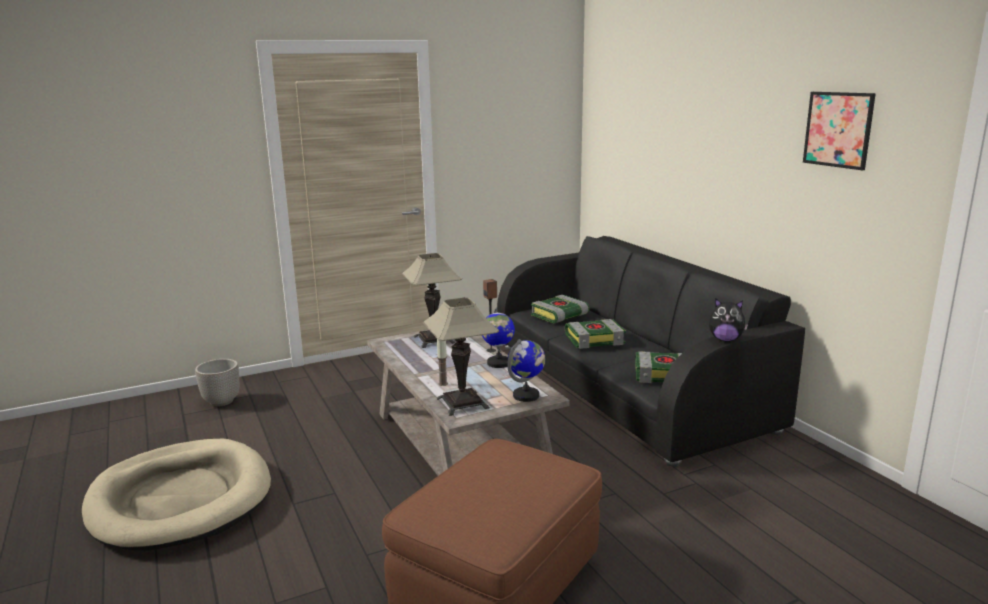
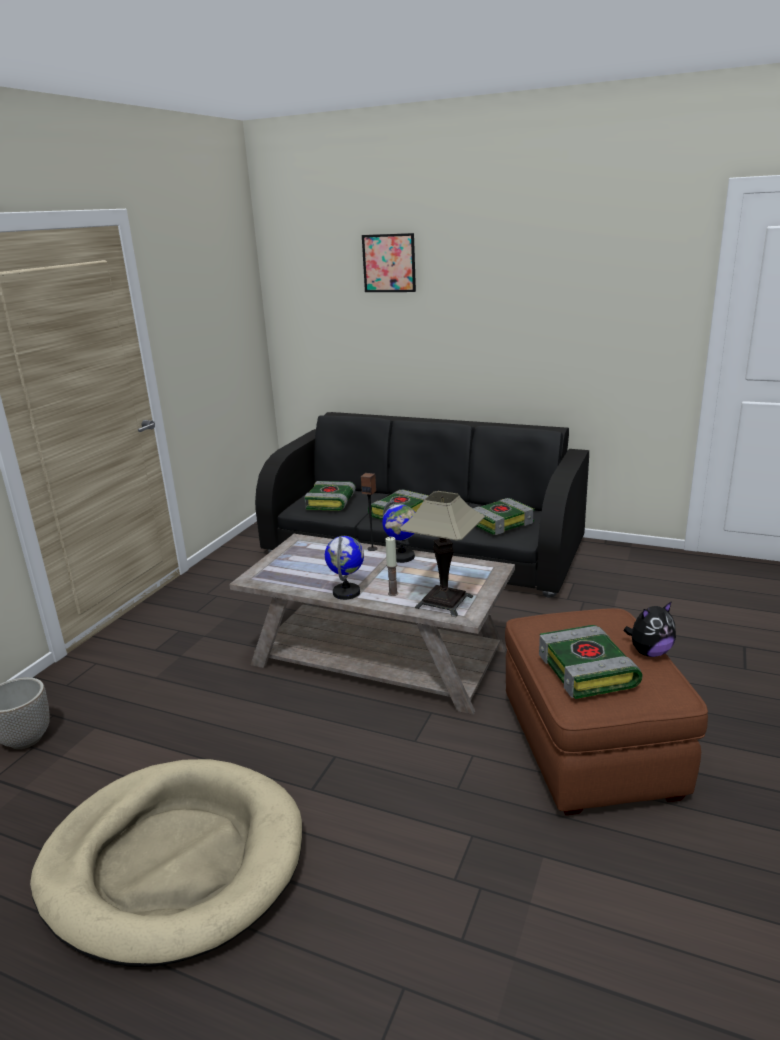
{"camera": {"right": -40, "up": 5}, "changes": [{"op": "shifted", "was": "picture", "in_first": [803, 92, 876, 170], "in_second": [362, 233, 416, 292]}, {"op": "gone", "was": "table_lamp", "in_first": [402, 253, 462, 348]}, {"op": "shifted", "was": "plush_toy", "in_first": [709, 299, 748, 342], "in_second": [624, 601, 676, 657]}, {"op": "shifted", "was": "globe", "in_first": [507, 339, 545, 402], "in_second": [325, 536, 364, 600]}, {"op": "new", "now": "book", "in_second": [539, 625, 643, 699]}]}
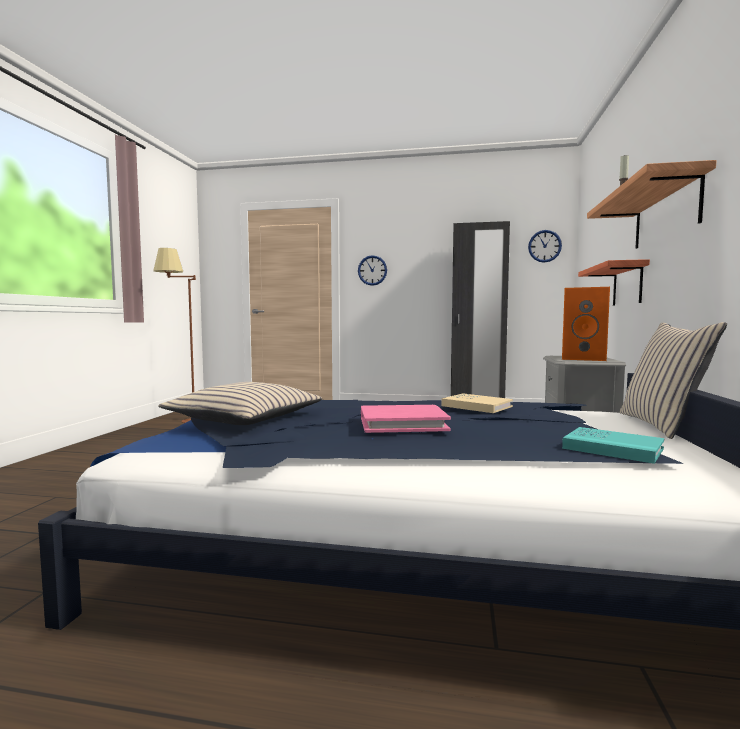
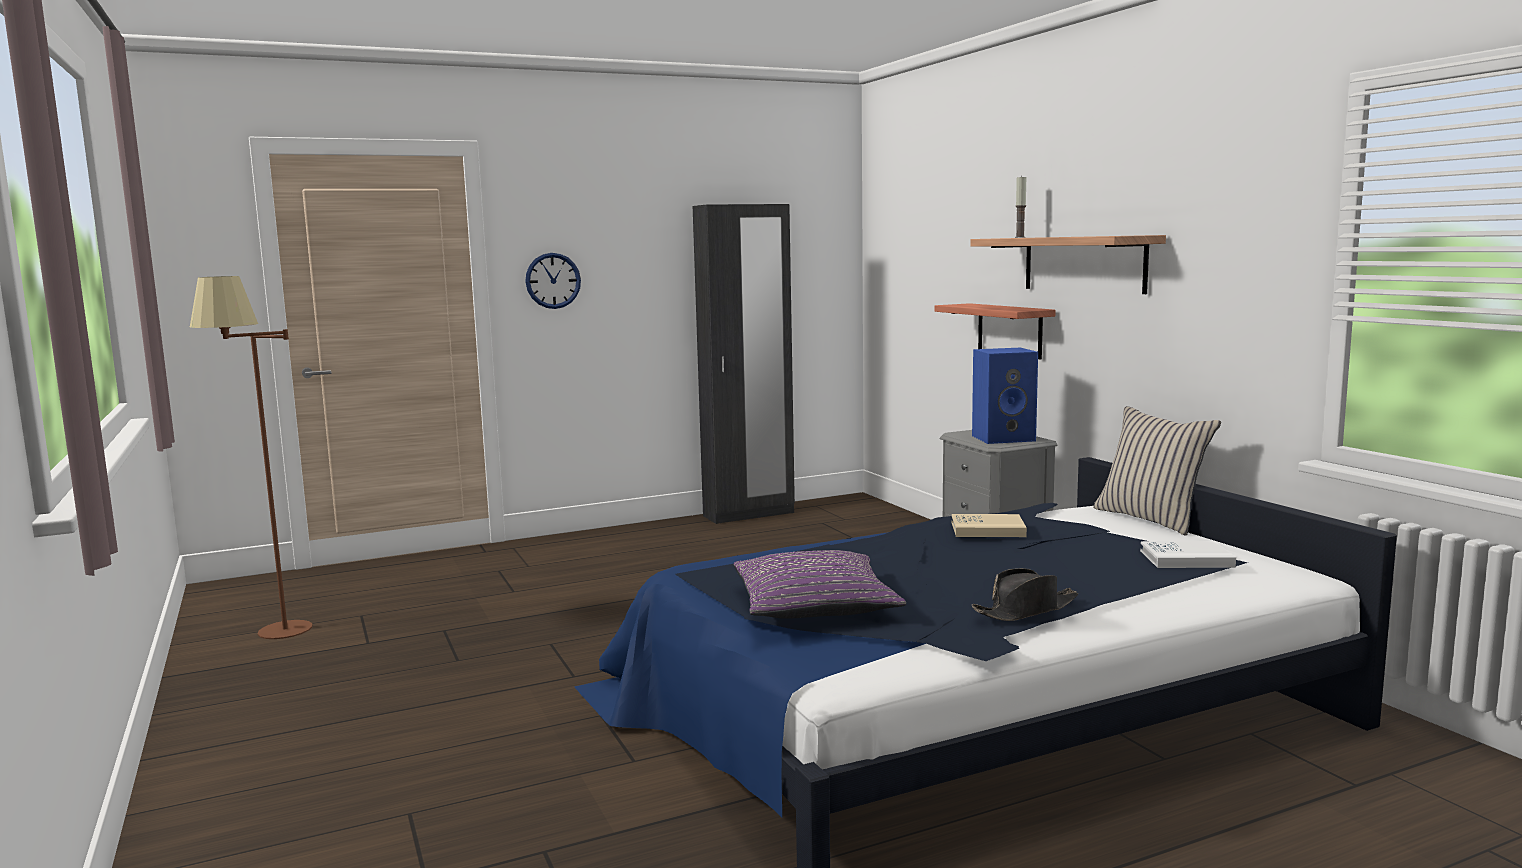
{"camera": {"right": -35, "up": 5}, "changes": [{"op": "gone", "was": "wall_clock", "in_first": [528, 230, 562, 263]}, {"op": "repainted", "was": "orange_speaker", "now": "blue_speaker", "in_first": [562, 287, 610, 361], "in_second": [972, 348, 1038, 444]}, {"op": "repainted", "was": "beige_pillow", "now": "purple_pillow", "in_first": [158, 382, 322, 425], "in_second": [734, 550, 906, 619]}, {"op": "gone", "was": "pink_book", "in_first": [361, 405, 451, 433]}, {"op": "repainted", "was": "turquoise_book", "now": "white_book", "in_first": [562, 427, 664, 464], "in_second": [1140, 541, 1236, 568]}, {"op": "new", "now": "black_hat", "in_second": [972, 568, 1078, 621]}]}
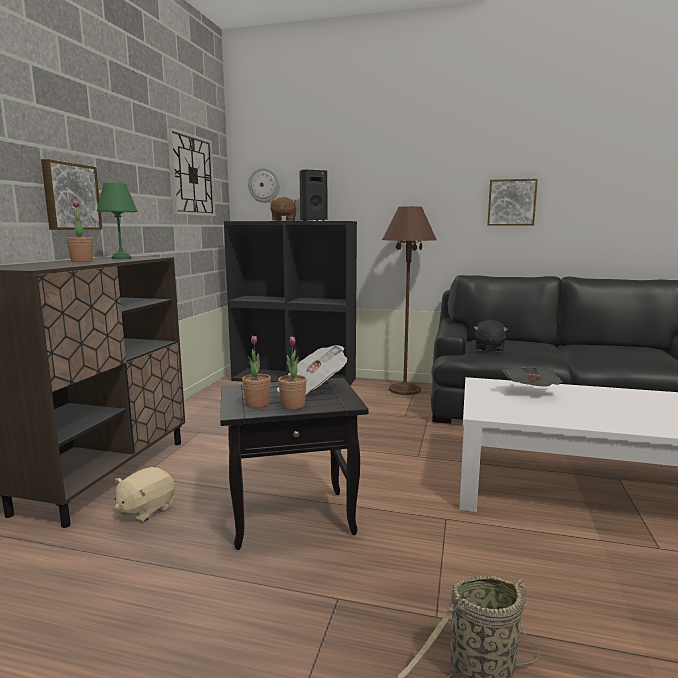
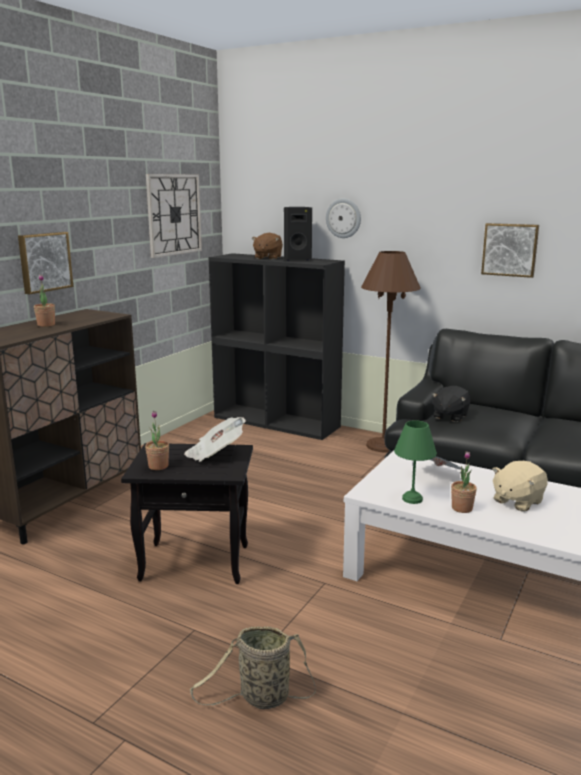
{"camera": {"right": 15, "up": 5}, "changes": [{"op": "shifted", "was": "wall_clock", "in_first": [248, 167, 280, 203], "in_second": [326, 198, 361, 238]}, {"op": "shifted", "was": "green_table_lamp", "in_first": [97, 183, 138, 259], "in_second": [394, 420, 437, 504]}, {"op": "shifted", "was": "potted_plant", "in_first": [278, 336, 307, 410], "in_second": [451, 451, 477, 513]}, {"op": "shifted", "was": "beige_plush_toy", "in_first": [115, 467, 175, 523], "in_second": [492, 461, 548, 511]}]}
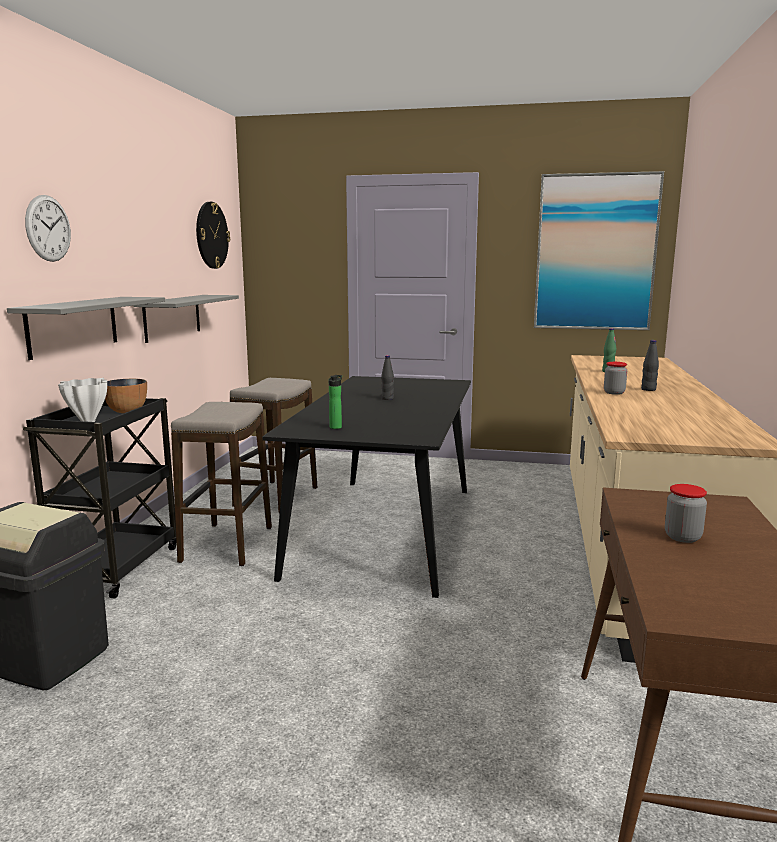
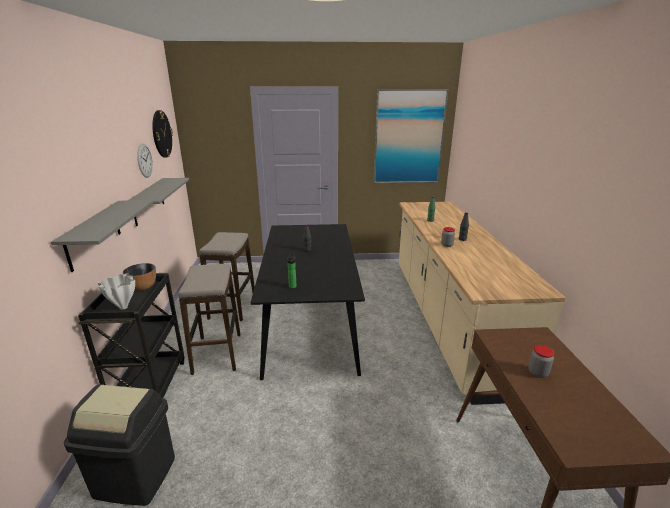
{"camera": {"right": -15, "up": 10}, "changes": [{"op": "shifted", "was": "wall_clock", "in_first": [25, 195, 71, 262], "in_second": [137, 144, 153, 178]}]}
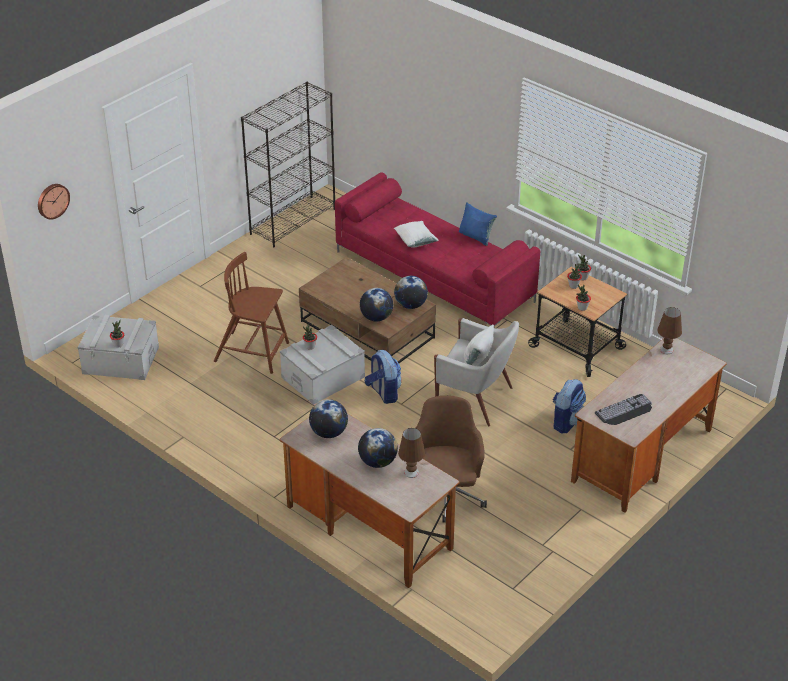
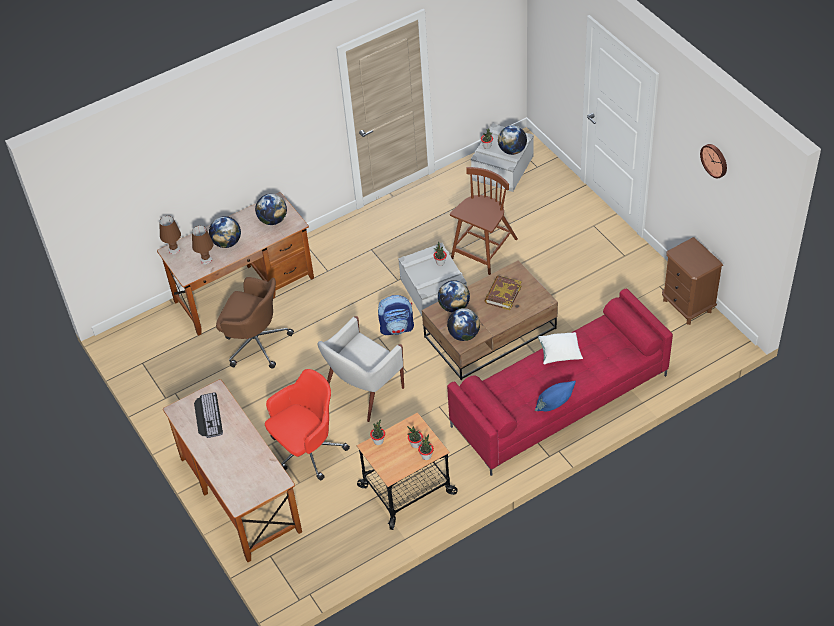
{"camera": {"right": 110, "up": 10}, "changes": [{"op": "swapped", "was": "black_bookcase", "now": "brown_nightstand", "in_first": [241, 82, 335, 247], "in_second": [662, 237, 723, 325]}, {"op": "shifted", "was": "wall_clock", "in_first": [38, 184, 70, 219], "in_second": [700, 144, 727, 178]}, {"op": "shifted", "was": "brown_table_lamp", "in_first": [658, 307, 682, 354], "in_second": [159, 216, 181, 254]}, {"op": "gone", "was": "white_pillow", "in_first": [464, 324, 494, 366]}, {"op": "swapped", "was": "backpack", "now": "red_office_chair", "in_first": [553, 379, 586, 433], "in_second": [265, 369, 350, 480]}, {"op": "new", "now": "globe", "in_second": [498, 125, 527, 155]}, {"op": "new", "now": "book", "in_second": [485, 275, 521, 310]}]}
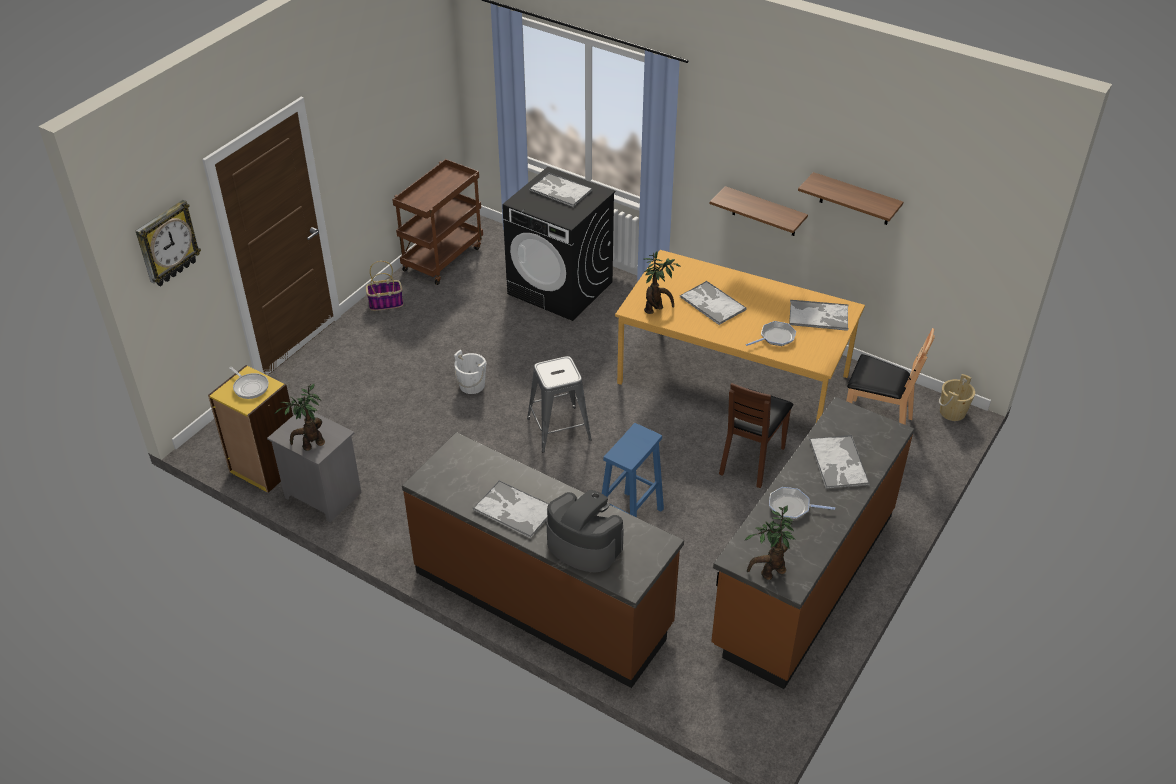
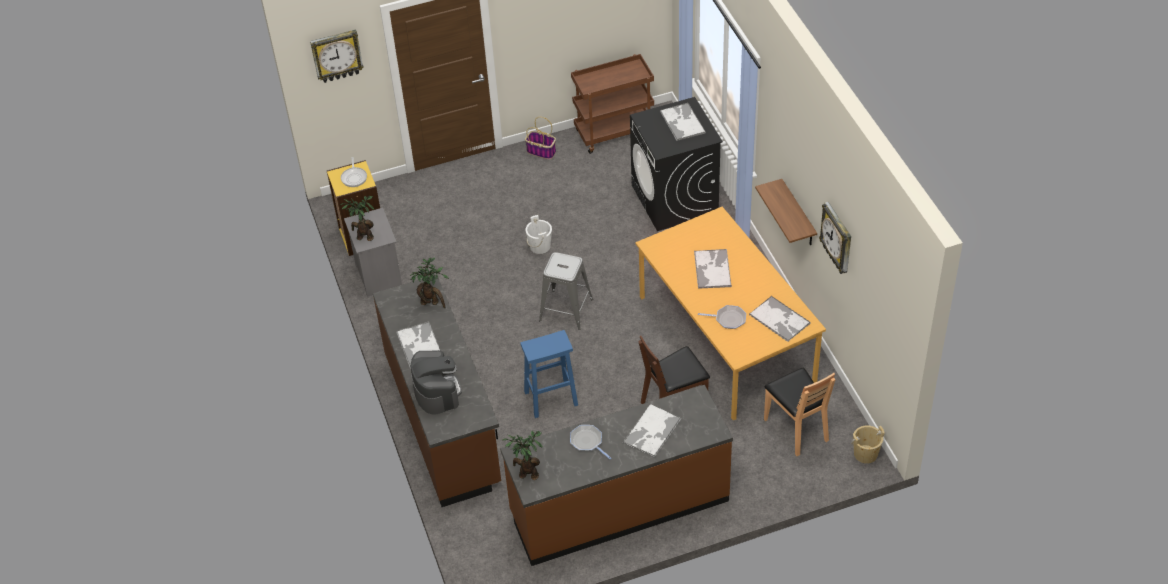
{"camera": {"right": 40, "up": 5}, "changes": [{"op": "swapped", "was": "shelf", "now": "wall_clock", "in_first": [798, 172, 903, 225], "in_second": [819, 202, 851, 274]}, {"op": "shifted", "was": "potted_plant", "in_first": [644, 252, 681, 314], "in_second": [410, 258, 449, 309]}]}
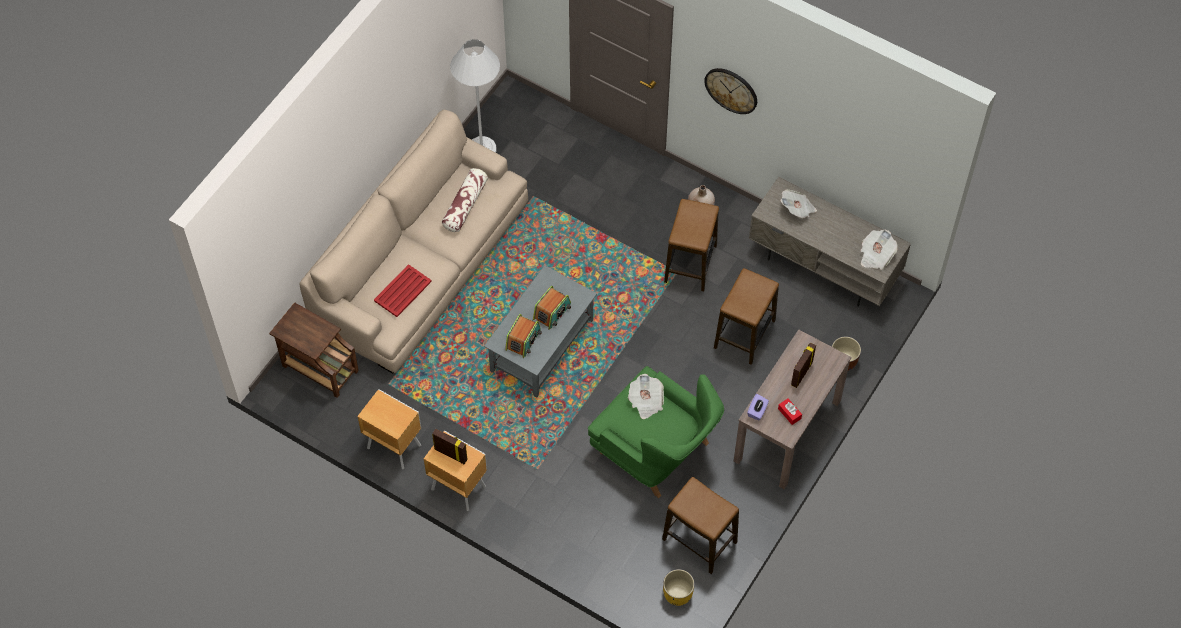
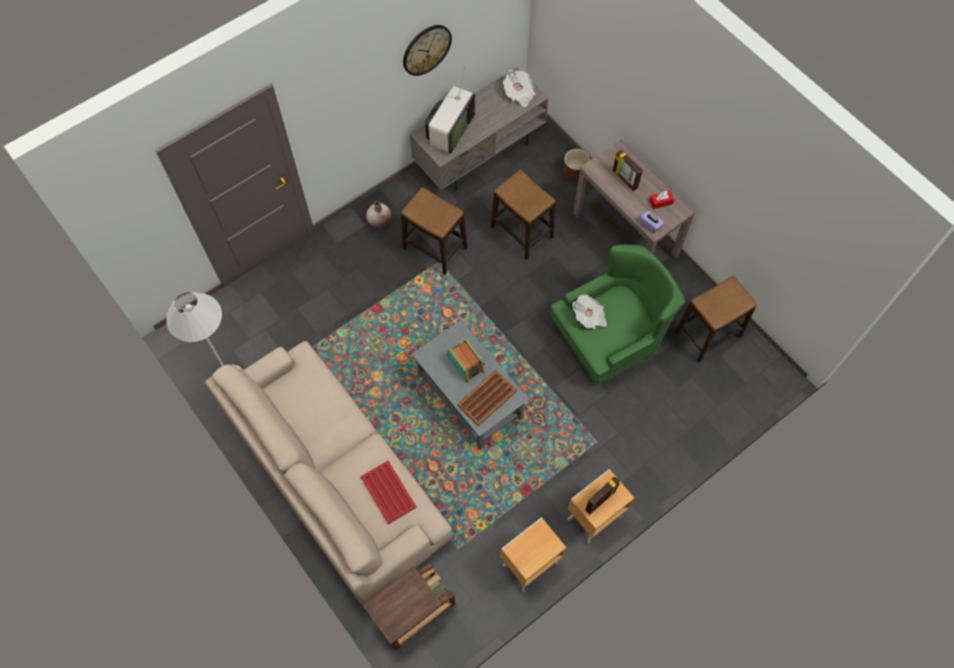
{"camera": {"right": -70, "up": 5}, "changes": [{"op": "shifted", "was": "wall_clock", "in_first": [704, 68, 757, 114], "in_second": [403, 25, 452, 76]}, {"op": "gone", "was": "pillow", "in_first": [442, 168, 488, 232]}, {"op": "swapped", "was": "newspaper", "now": "television", "in_first": [780, 189, 817, 219], "in_second": [425, 68, 475, 154]}, {"op": "swapped", "was": "radio", "now": "brown_tray", "in_first": [505, 314, 542, 358], "in_second": [457, 370, 517, 426]}, {"op": "gone", "was": "yellow_planter", "in_first": [663, 569, 695, 606]}]}
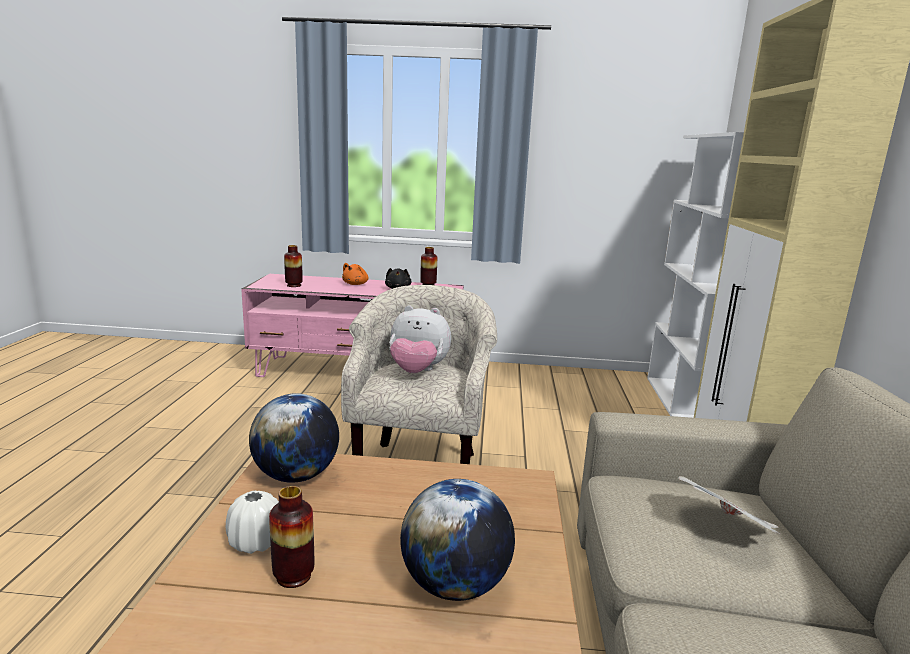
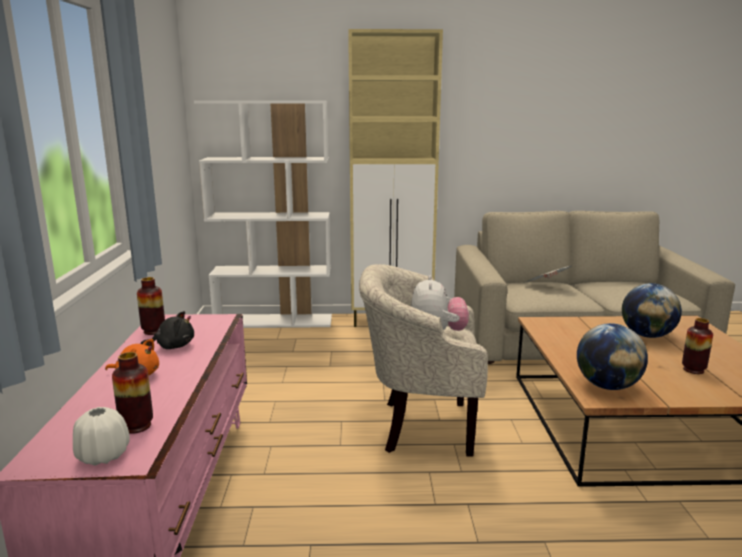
{"camera": {"right": -95, "up": 0}, "changes": [{"op": "shifted", "was": "white_vase", "in_first": [226, 491, 279, 554], "in_second": [73, 407, 130, 466]}]}
